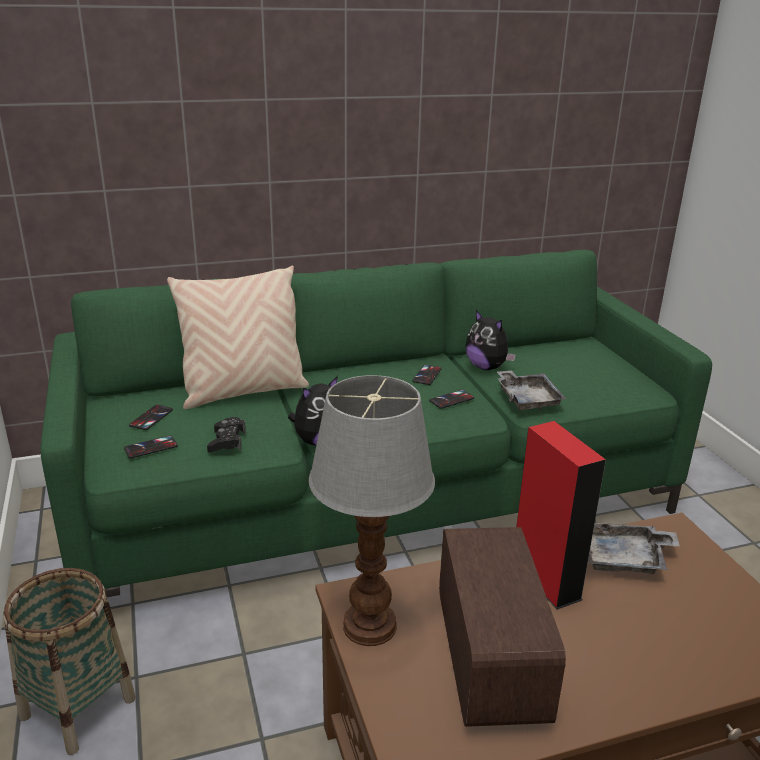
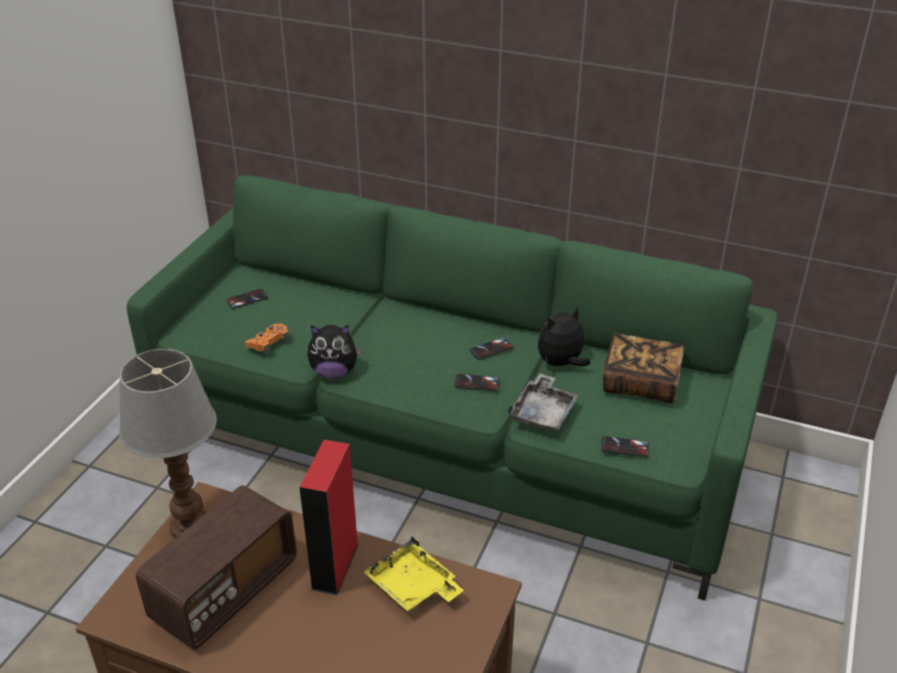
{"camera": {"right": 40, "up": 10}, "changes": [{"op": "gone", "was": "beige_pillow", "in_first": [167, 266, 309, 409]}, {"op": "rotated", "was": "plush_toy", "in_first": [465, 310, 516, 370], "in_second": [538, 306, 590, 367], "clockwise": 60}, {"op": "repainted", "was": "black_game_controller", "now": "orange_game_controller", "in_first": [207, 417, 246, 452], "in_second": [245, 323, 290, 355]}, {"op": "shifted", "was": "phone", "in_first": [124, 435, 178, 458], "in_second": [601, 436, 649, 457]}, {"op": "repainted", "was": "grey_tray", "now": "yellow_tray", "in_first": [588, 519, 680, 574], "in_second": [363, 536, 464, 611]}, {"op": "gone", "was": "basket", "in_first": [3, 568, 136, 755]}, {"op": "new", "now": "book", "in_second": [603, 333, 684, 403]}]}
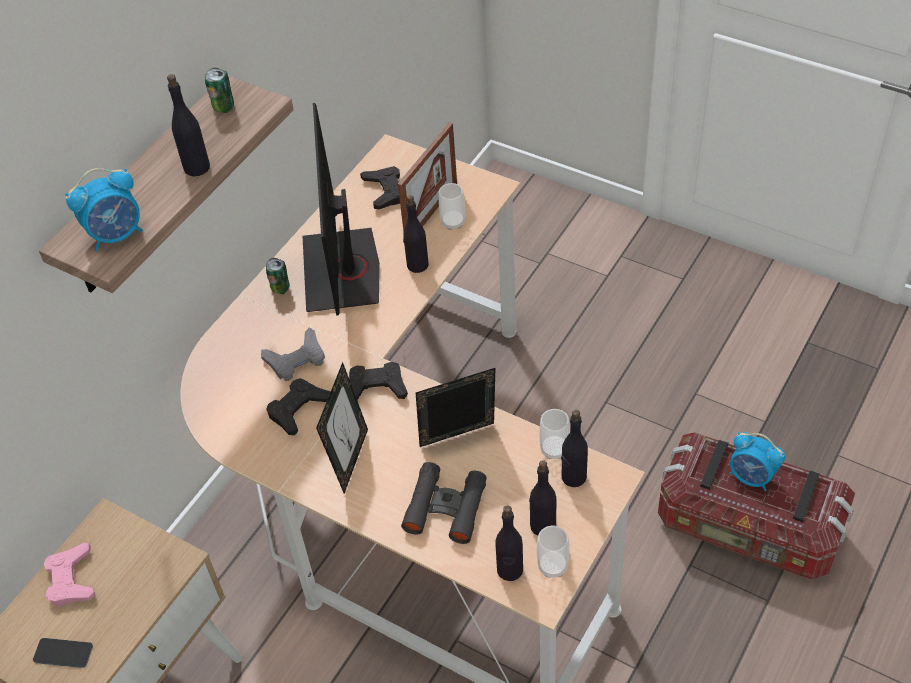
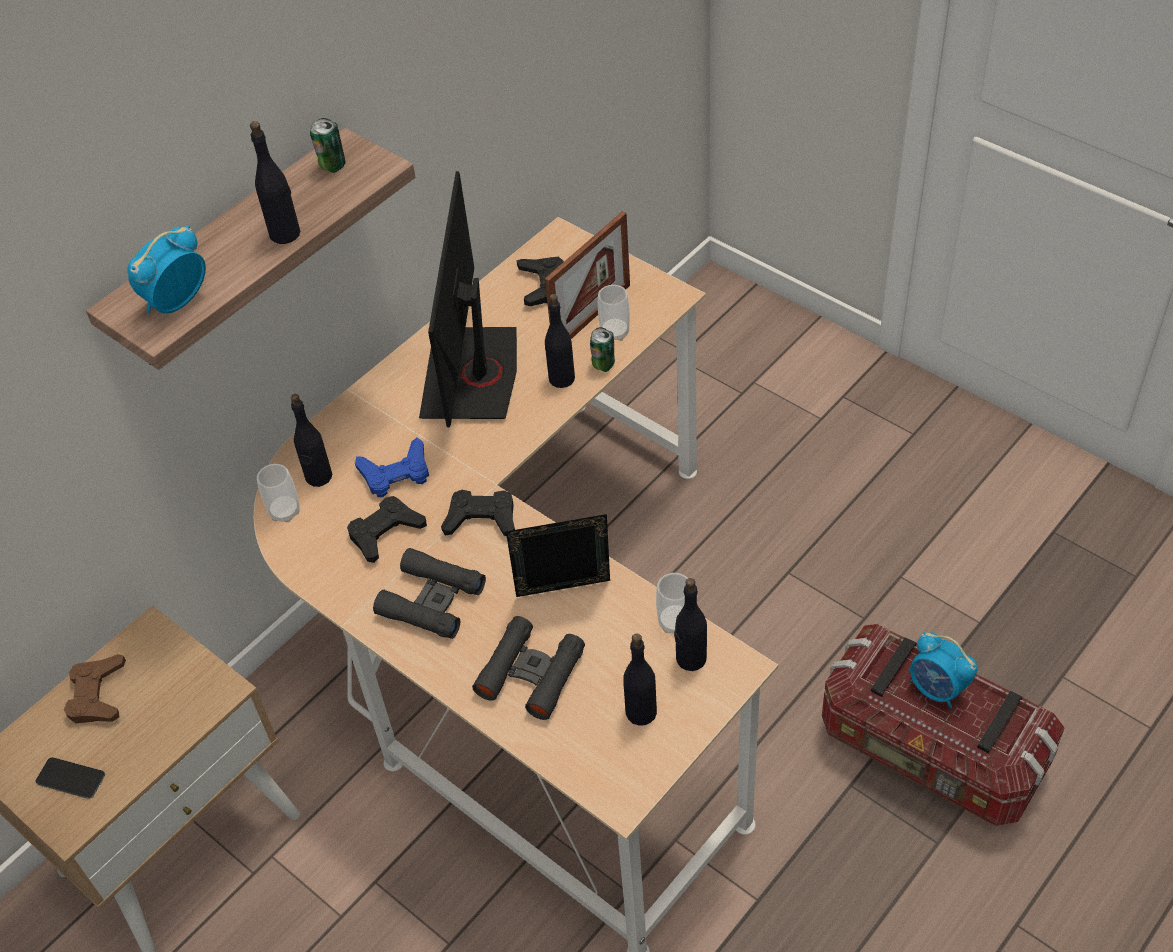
{"camera": {"right": 10, "up": 0}, "changes": [{"op": "rotated", "was": "alarm_clock", "in_first": [65, 168, 143, 252], "in_second": [127, 225, 206, 314], "clockwise": 150}, {"op": "shifted", "was": "can", "in_first": [266, 258, 290, 294], "in_second": [590, 327, 615, 372]}, {"op": "repainted", "was": "grey_game_controller", "now": "blue_game_controller", "in_first": [261, 327, 325, 381], "in_second": [355, 437, 429, 497]}, {"op": "swapped", "was": "picture_frame", "now": "black_binoculars", "in_first": [316, 362, 368, 493], "in_second": [373, 548, 486, 639]}, {"op": "shifted", "was": "black_bottle", "in_first": [495, 505, 523, 581], "in_second": [291, 394, 332, 487]}, {"op": "shifted", "was": "cup", "in_first": [537, 525, 570, 578], "in_second": [257, 464, 300, 522]}, {"op": "repainted", "was": "pink_game_controller", "now": "brown_game_controller", "in_first": [44, 543, 96, 606], "in_second": [64, 654, 126, 723]}]}
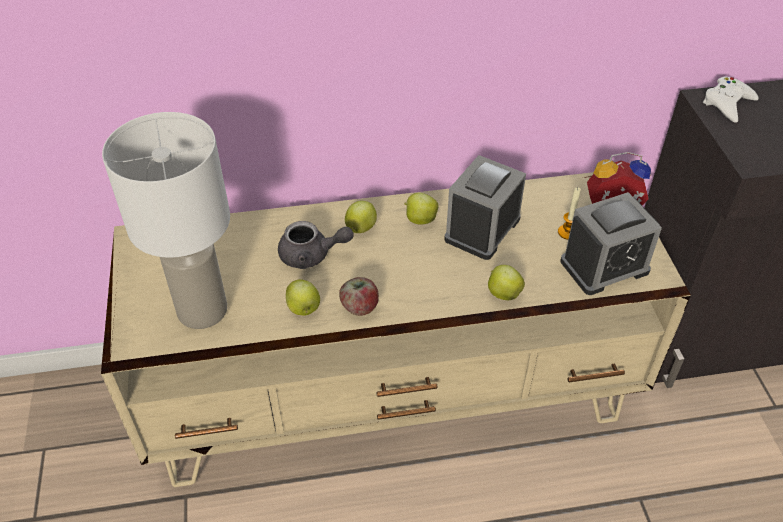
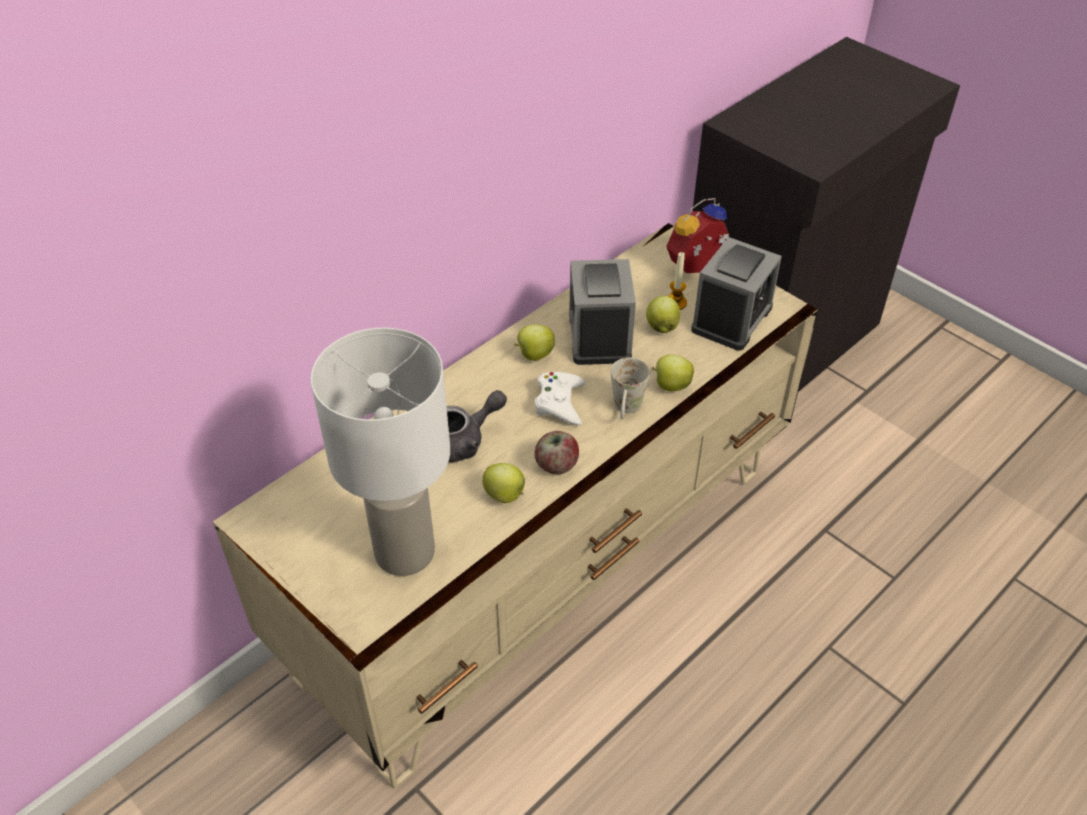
{"camera": {"right": -35, "up": 0}, "changes": [{"op": "shifted", "was": "white_game_controller", "in_first": [703, 76, 759, 123], "in_second": [535, 372, 586, 426]}, {"op": "shifted", "was": "apple", "in_first": [345, 201, 377, 233], "in_second": [646, 296, 680, 333]}, {"op": "new", "now": "white_mug", "in_second": [611, 358, 650, 419]}]}
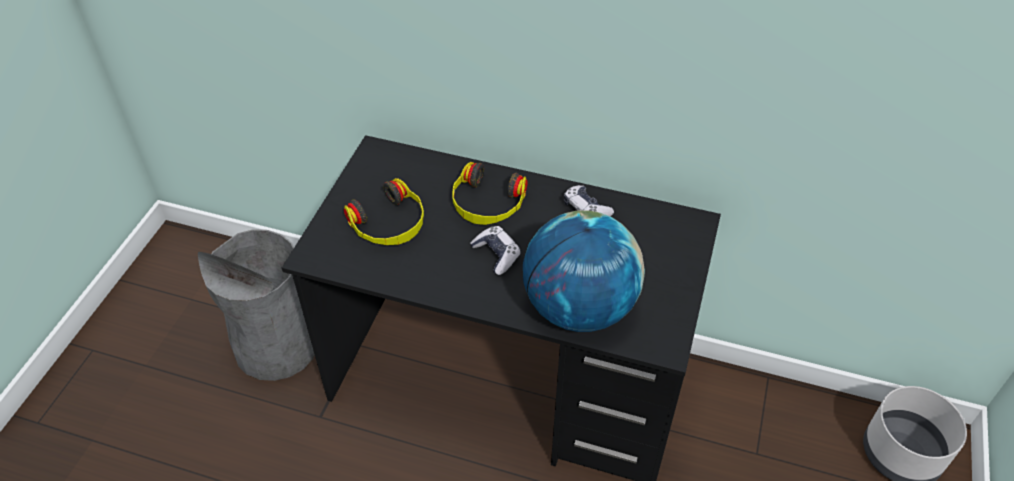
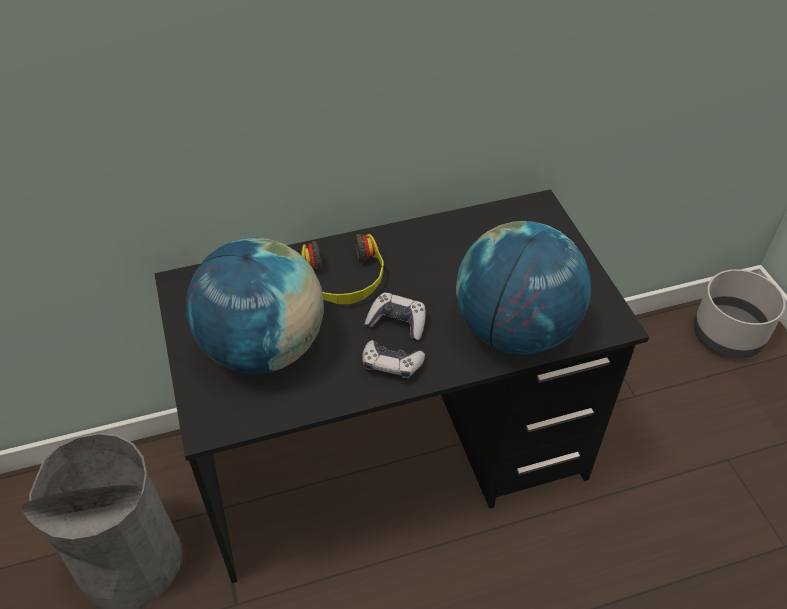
{"camera": {"right": -35, "up": 0}, "changes": [{"op": "swapped", "was": "headphones", "now": "globe", "in_first": [344, 178, 424, 245], "in_second": [186, 238, 324, 374]}, {"op": "shifted", "was": "game_controller", "in_first": [564, 185, 614, 216], "in_second": [362, 340, 425, 381]}]}
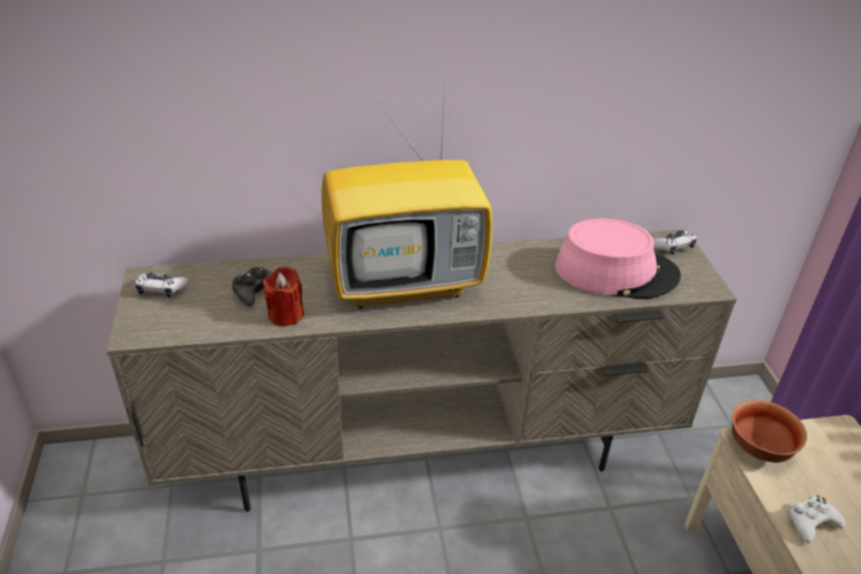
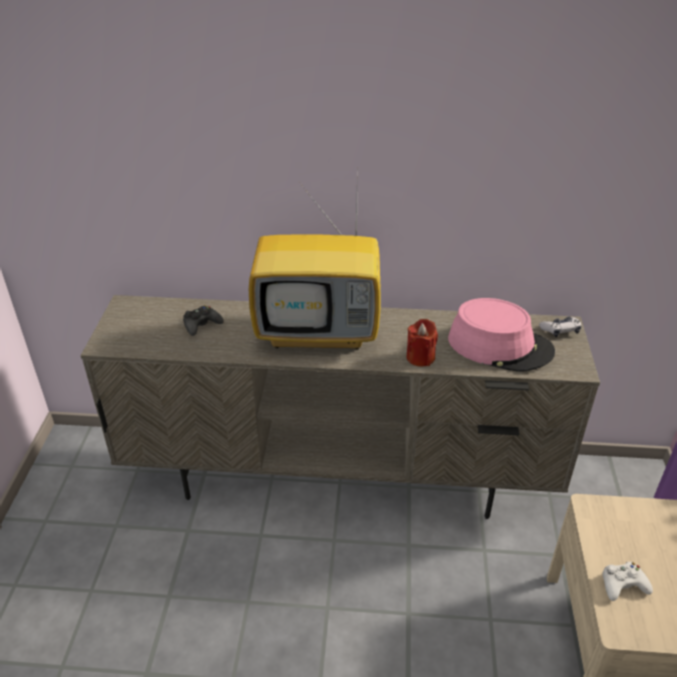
{"camera": {"right": 15, "up": 0}, "changes": [{"op": "shifted", "was": "red_candle", "in_first": [263, 267, 304, 326], "in_second": [406, 319, 438, 367]}, {"op": "gone", "was": "game_controller", "in_first": [135, 272, 189, 298]}, {"op": "gone", "was": "bowl", "in_first": [732, 400, 807, 463]}]}
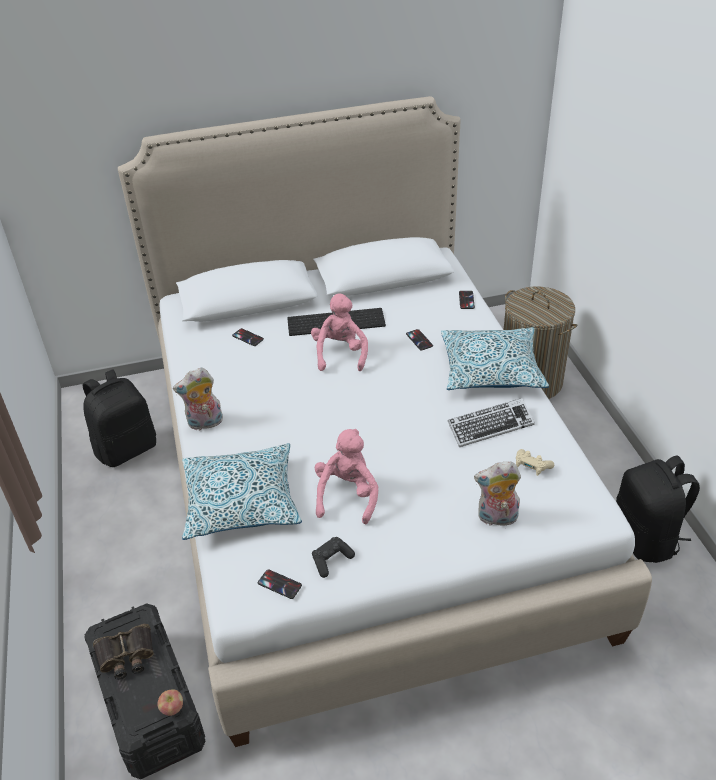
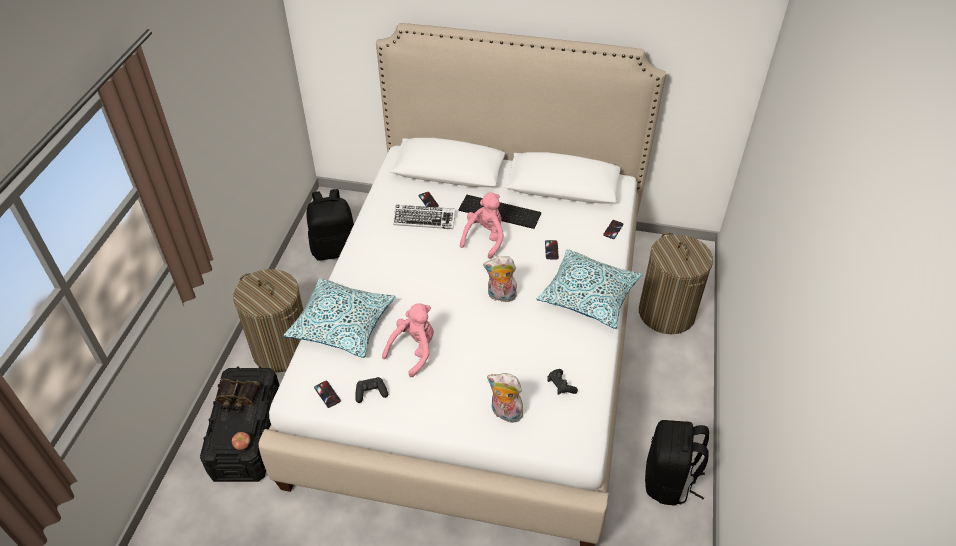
{"camera": {"right": 25, "up": 5}, "changes": [{"op": "shifted", "was": "plush_toy", "in_first": [173, 367, 223, 430], "in_second": [483, 256, 518, 302]}, {"op": "shifted", "was": "keyboard", "in_first": [448, 398, 535, 447], "in_second": [393, 205, 455, 229]}, {"op": "repainted", "was": "beige_game_controller", "now": "black_game_controller", "in_first": [516, 449, 554, 476], "in_second": [547, 369, 578, 395]}, {"op": "new", "now": "laundry_basket", "in_second": [233, 269, 303, 372]}]}
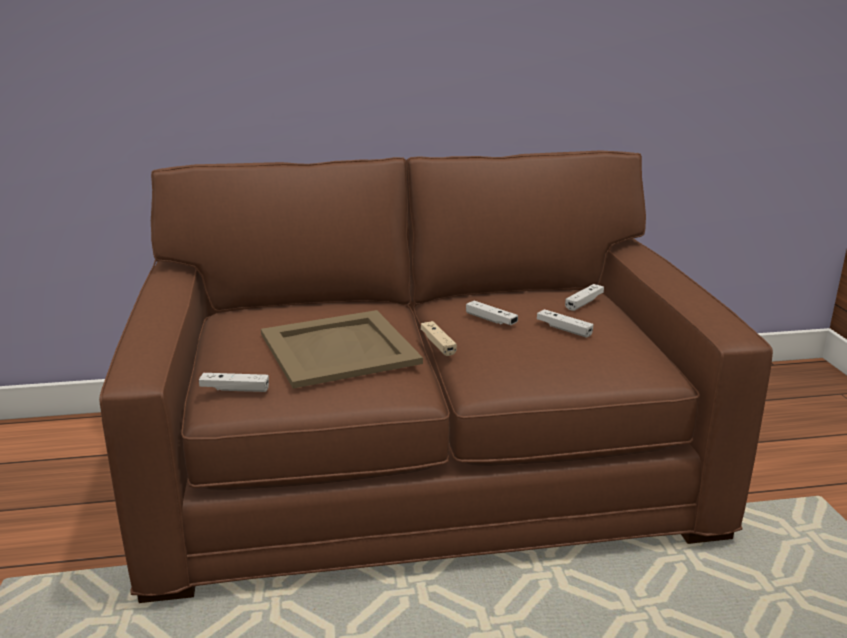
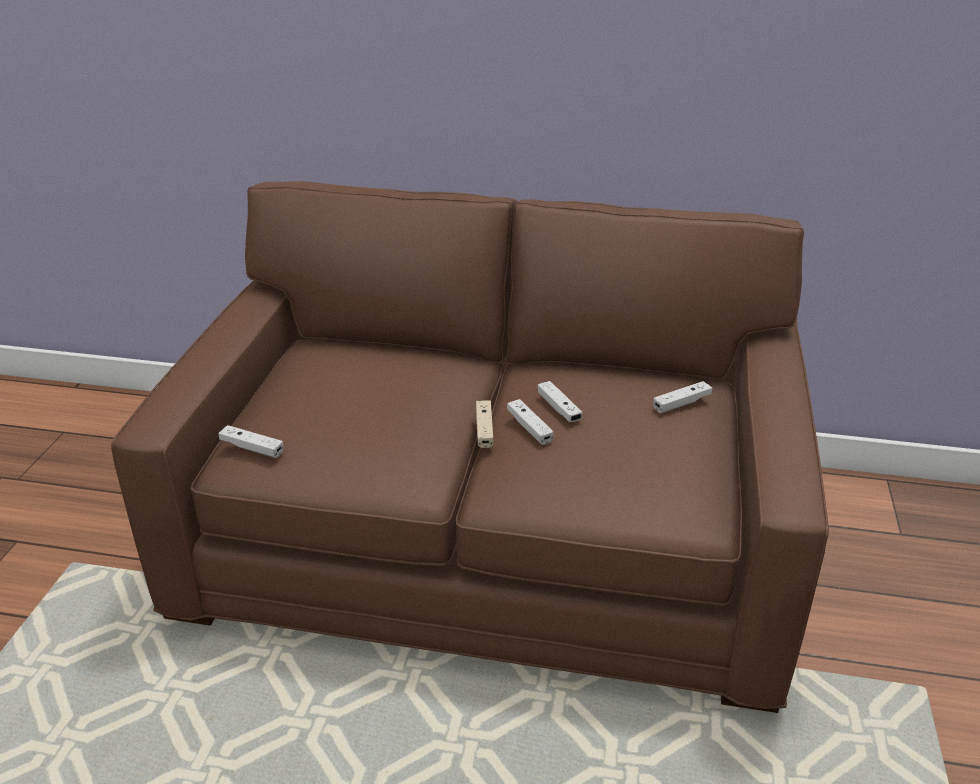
{"camera": {"right": 20, "up": 10}, "changes": [{"op": "shifted", "was": "white_game_controller", "in_first": [537, 309, 593, 338], "in_second": [507, 399, 554, 445]}, {"op": "gone", "was": "beige_tray", "in_first": [261, 310, 423, 389]}]}
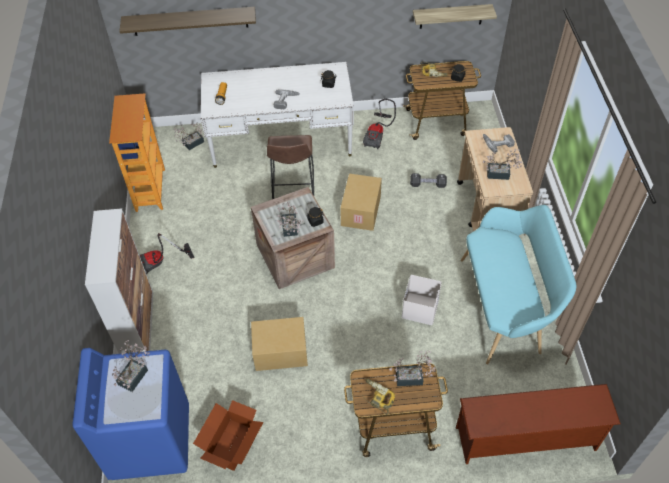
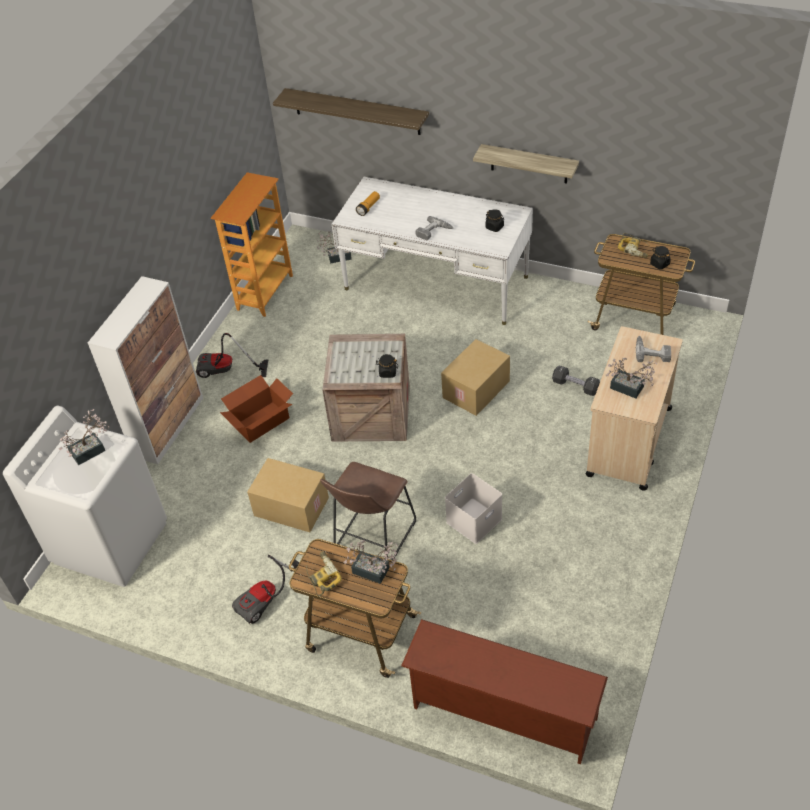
{"camera": {"right": 30, "up": -5}, "changes": [{"op": "shifted", "was": "shelf", "in_first": [413, 4, 497, 29], "in_second": [473, 144, 579, 184]}, {"op": "shifted", "was": "vacuum_cleaner", "in_first": [363, 99, 396, 149], "in_second": [232, 555, 299, 625]}, {"op": "shifted", "was": "brown_stool", "in_first": [267, 135, 314, 199], "in_second": [320, 462, 417, 560]}, {"op": "gone", "was": "potted_plant", "in_first": [277, 202, 304, 237]}, {"op": "gone", "was": "turquoise_bench", "in_first": [461, 205, 576, 364]}, {"op": "repainted", "was": "blue_washing_machine", "now": "white_washing_machine", "in_first": [72, 348, 189, 480], "in_second": [3, 406, 167, 587]}, {"op": "shifted", "was": "cardboard_box", "in_first": [193, 400, 263, 471], "in_second": [220, 375, 293, 443]}]}
